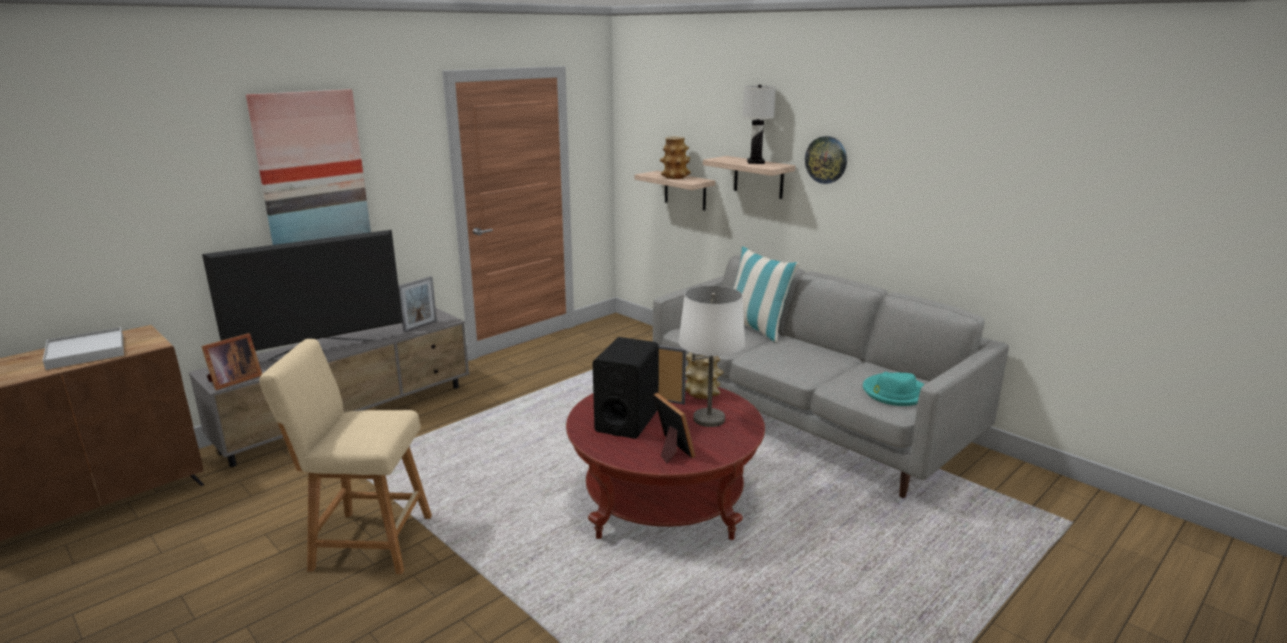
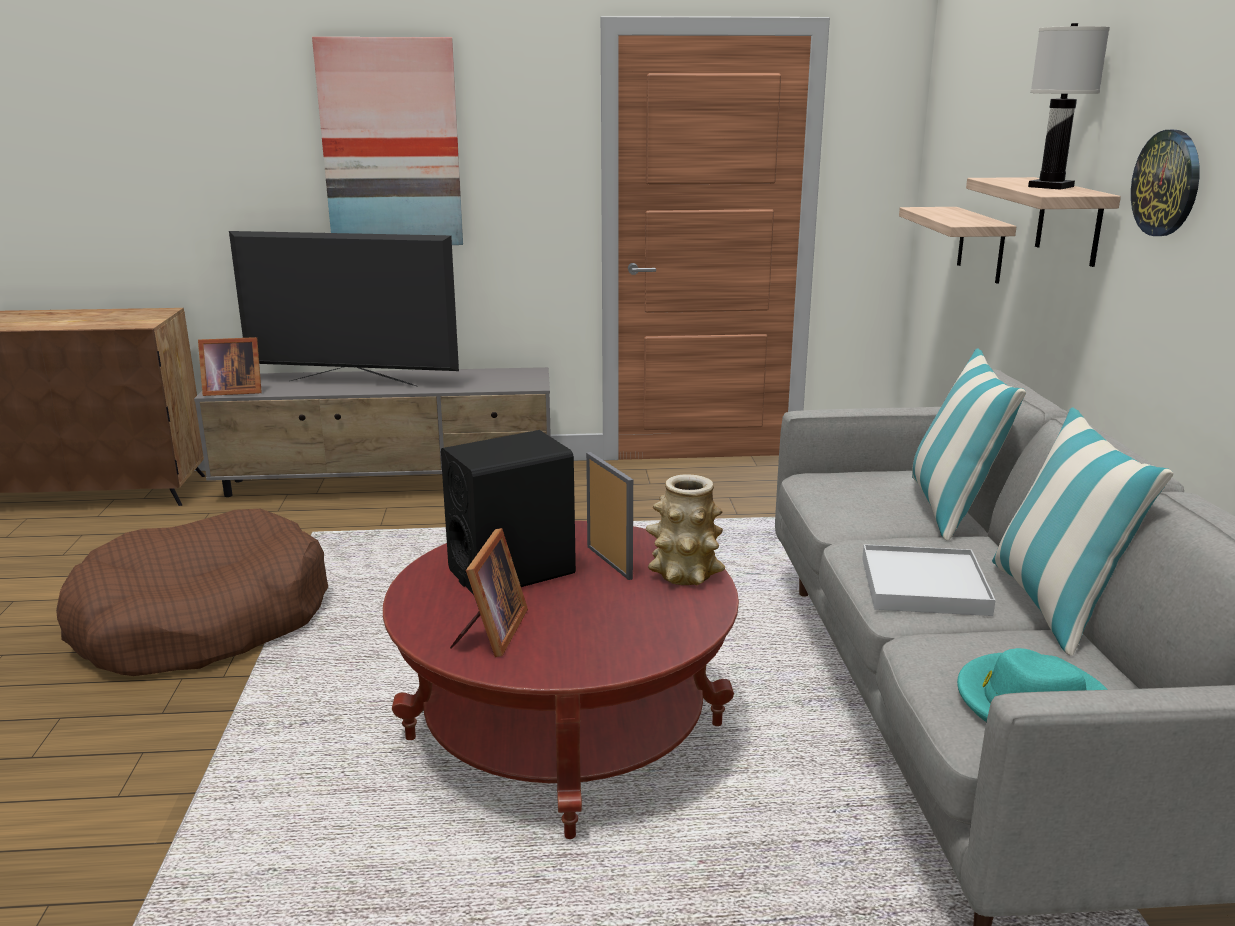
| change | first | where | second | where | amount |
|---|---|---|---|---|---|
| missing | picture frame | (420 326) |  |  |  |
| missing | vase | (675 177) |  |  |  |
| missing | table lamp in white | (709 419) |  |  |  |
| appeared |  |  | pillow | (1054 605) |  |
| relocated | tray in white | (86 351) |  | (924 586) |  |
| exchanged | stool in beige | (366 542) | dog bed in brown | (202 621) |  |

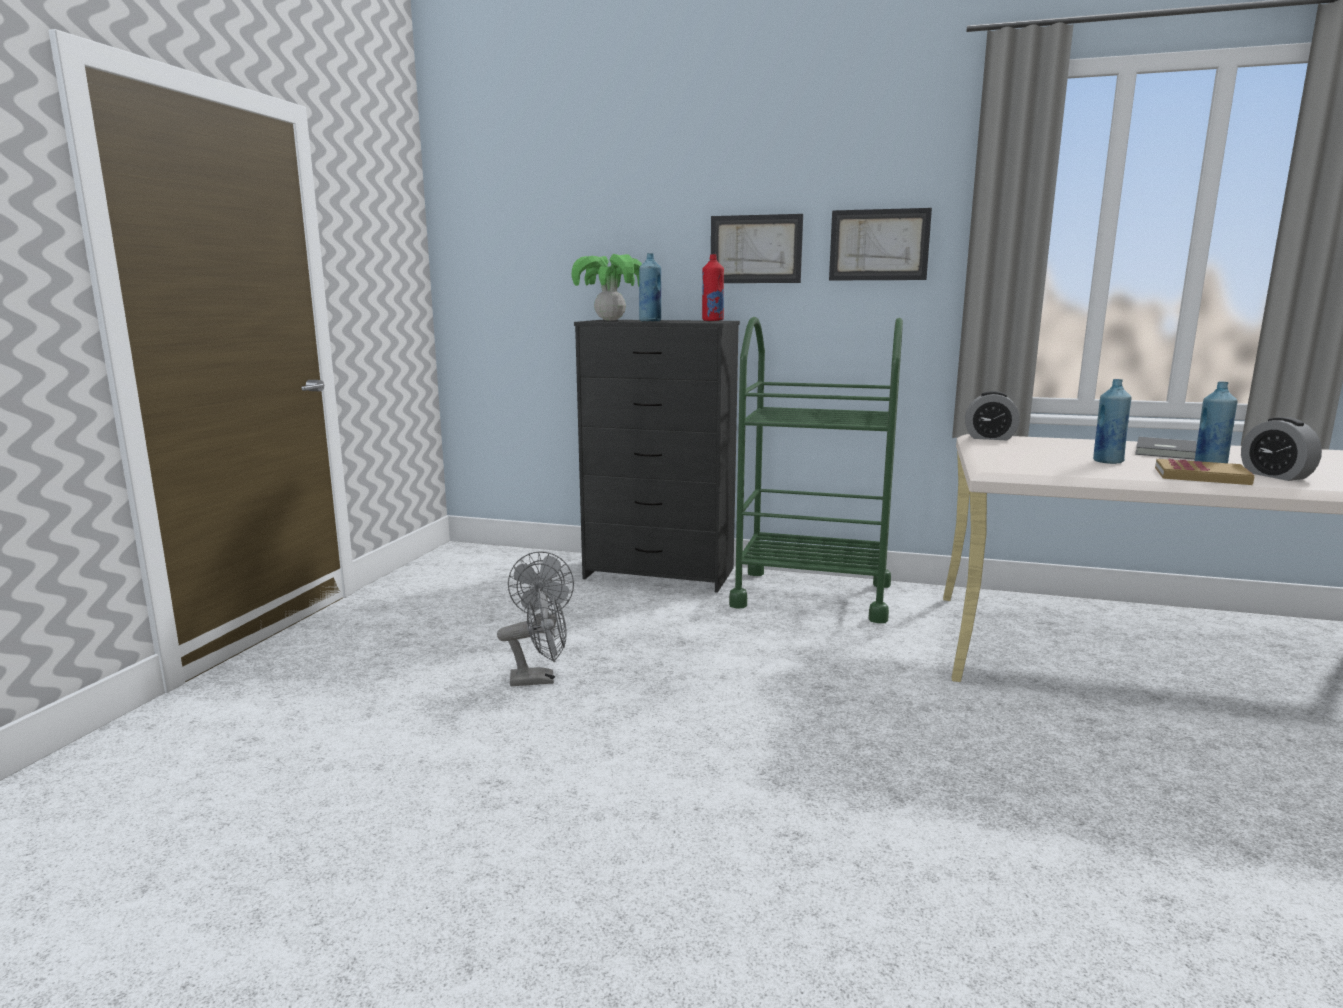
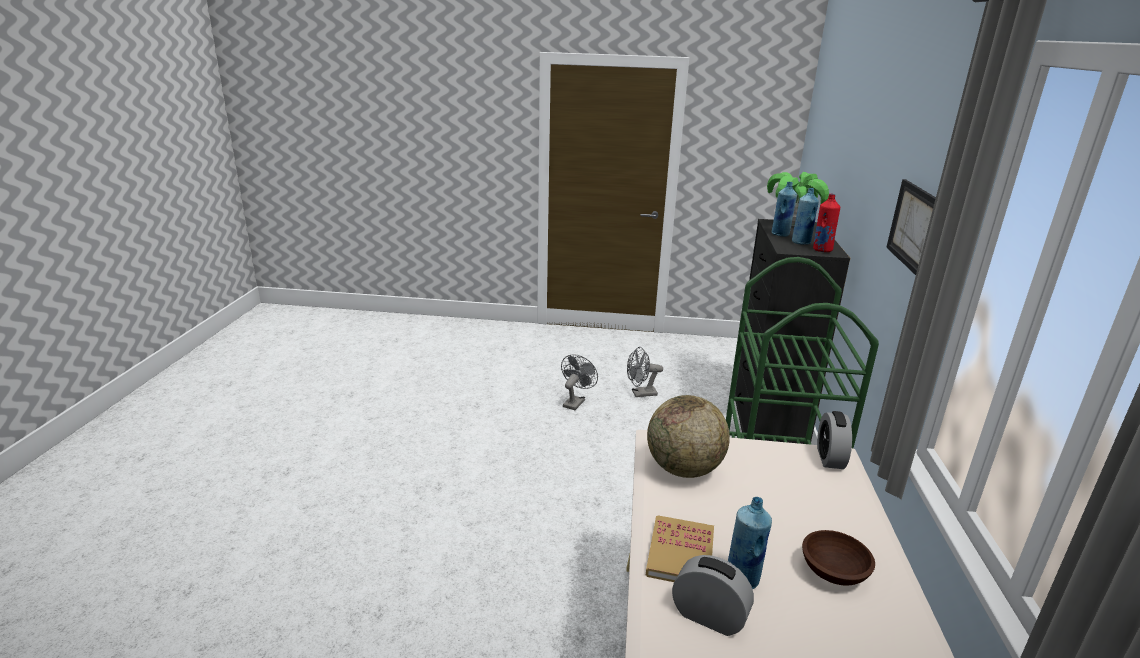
| change | first | where | second | where | amount |
|---|---|---|---|---|---|
| missing | picture | (756 249) |  |  |  |
| appeared |  |  | globe | (684 469) |  |
| relocated | bottle in blue | (1107 461) |  | (801 242) |  |
| exchanged | book in grey | (1163 451) | bowl in brown | (832 571) |  |
| spun | fan in grey | (540 679) |  | (575 402) | 135 degrees counterclockwise |
| spun | alarm clock | (1275 476) |  | (709 617) | 60 degrees clockwise |

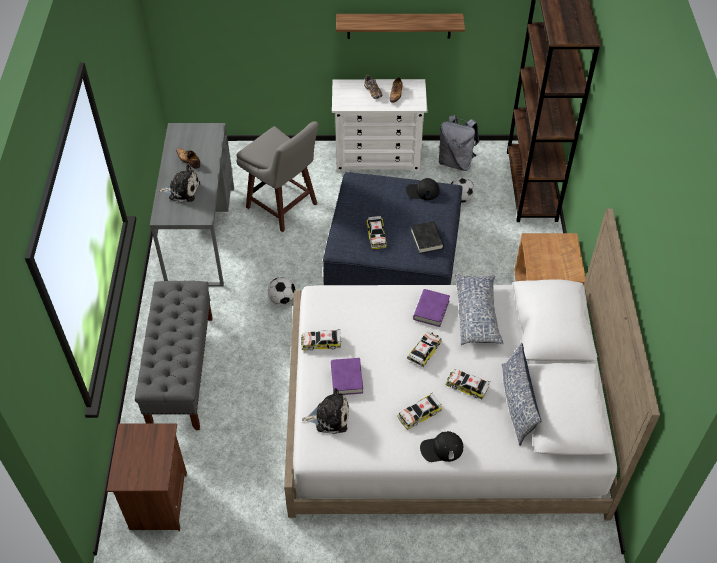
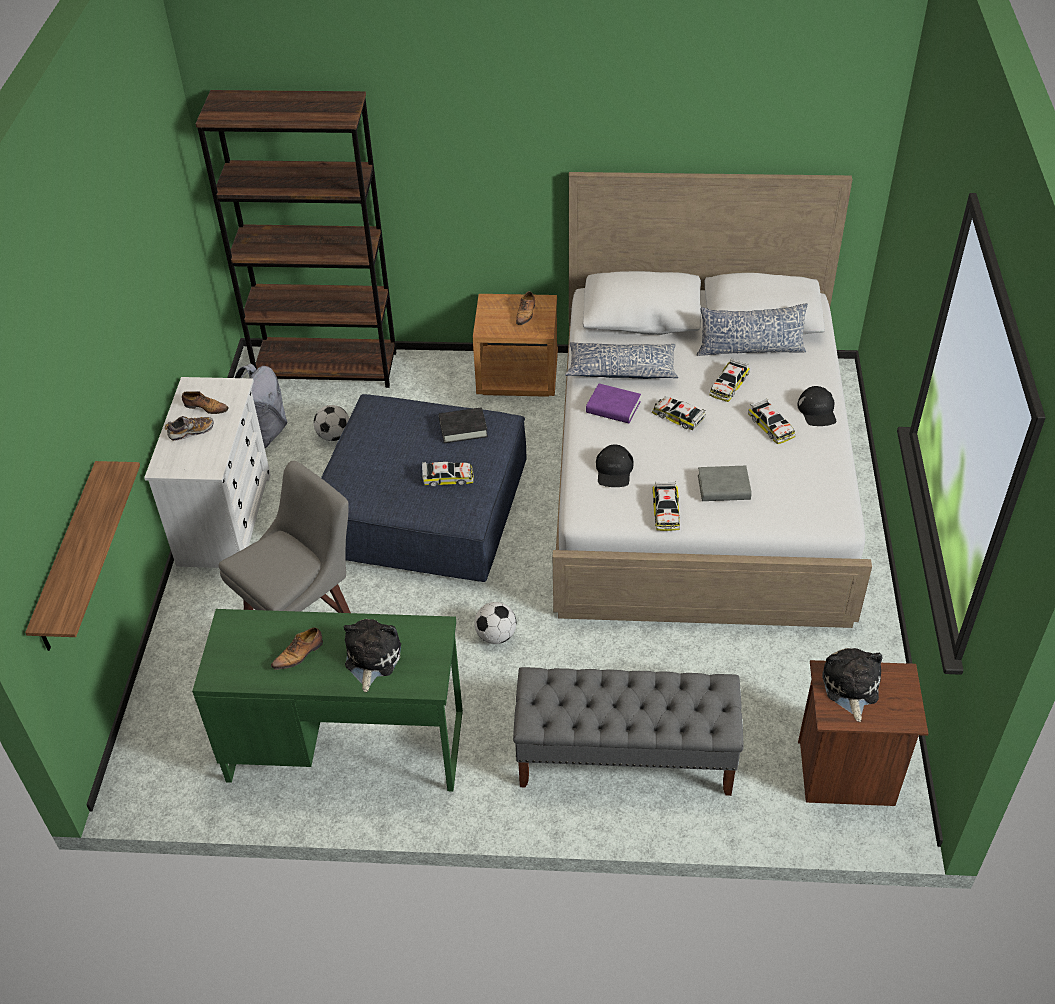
| change | first | where | second | where | amount |
|---|---|---|---|---|---|
| appeared |  |  | shoe | (526 314) |  |
| relocated | plush toy | (329 417) |  | (850 688) |  |
| relocated | shelf | (399 25) |  | (69 559) |  |
| relocated | cap in black | (422 191) |  | (614 470) |  |
| colour | desk in grey | (201 234) | desk in green | (346 745) |  |
| colour | book in purple | (346 379) | book in grey | (723 488) |  |

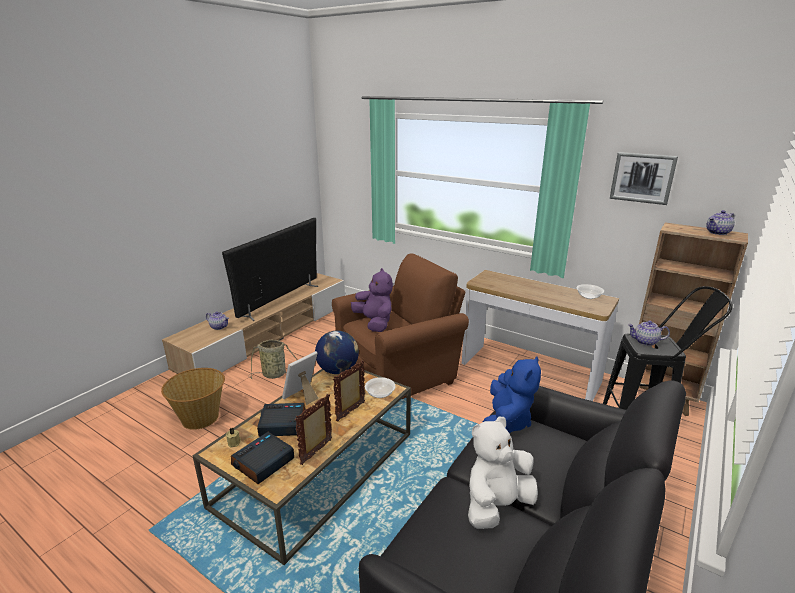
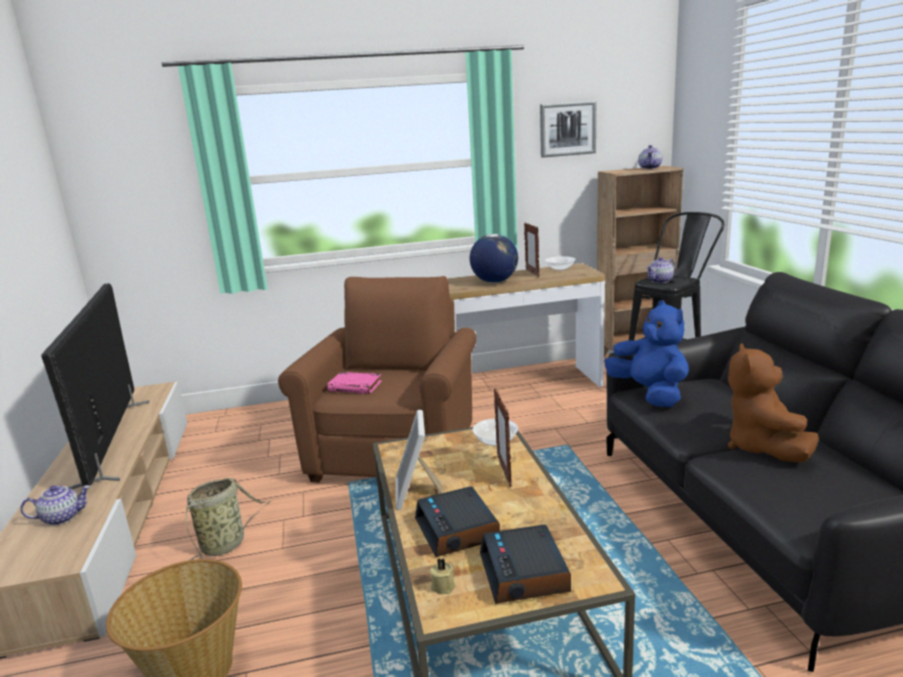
| change | first | where | second | where | amount |
|---|---|---|---|---|---|
| relocated | picture frame | (317 452) |  | (532 273) |  |
| relocated | globe | (338 370) |  | (494 282) |  |
| exchanged | plush toy in purple | (374 323) | book in pink | (355 386) |  |
| colour | plush toy in white | (497 505) | plush toy in brown | (763 448) |  |
| spun | alarm clock | (282 424) |  | (458 530) | 60 degrees counterclockwise |

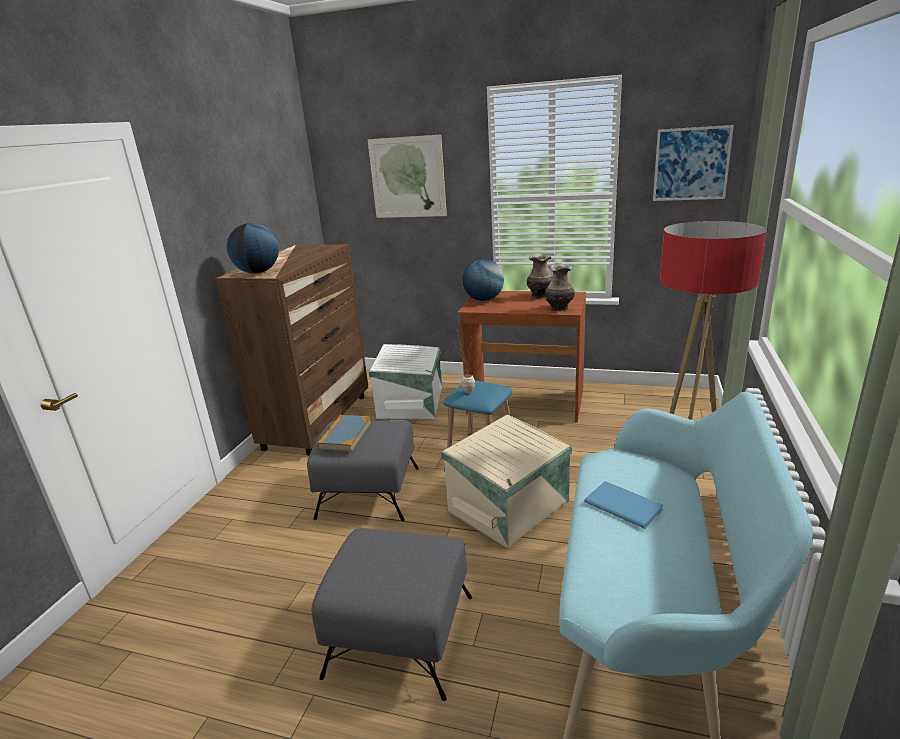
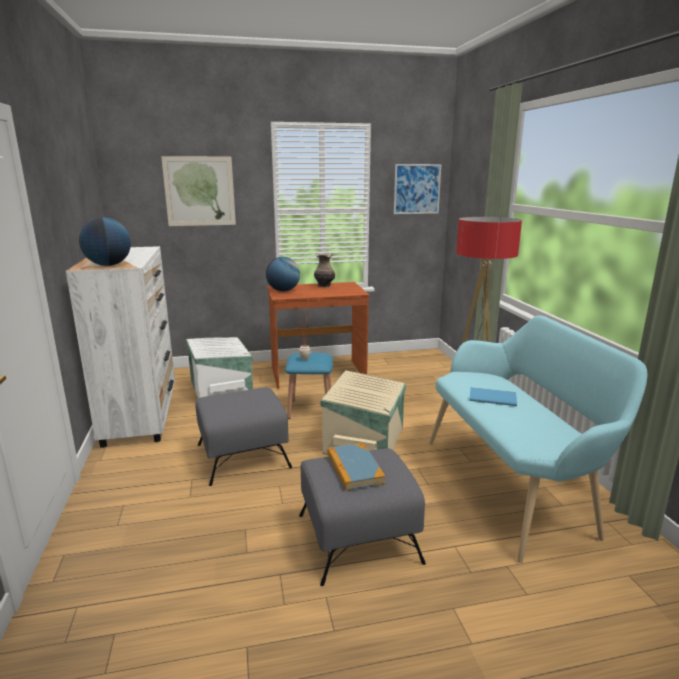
| change | first | where | second | where | amount |
|---|---|---|---|---|---|
| missing | vase | (559 308) |  |  |  |
| relocated | book | (345 435) |  | (354 468) |  |
| colour | dresser in brown | (318 421) | dresser in white | (141 415) |  |

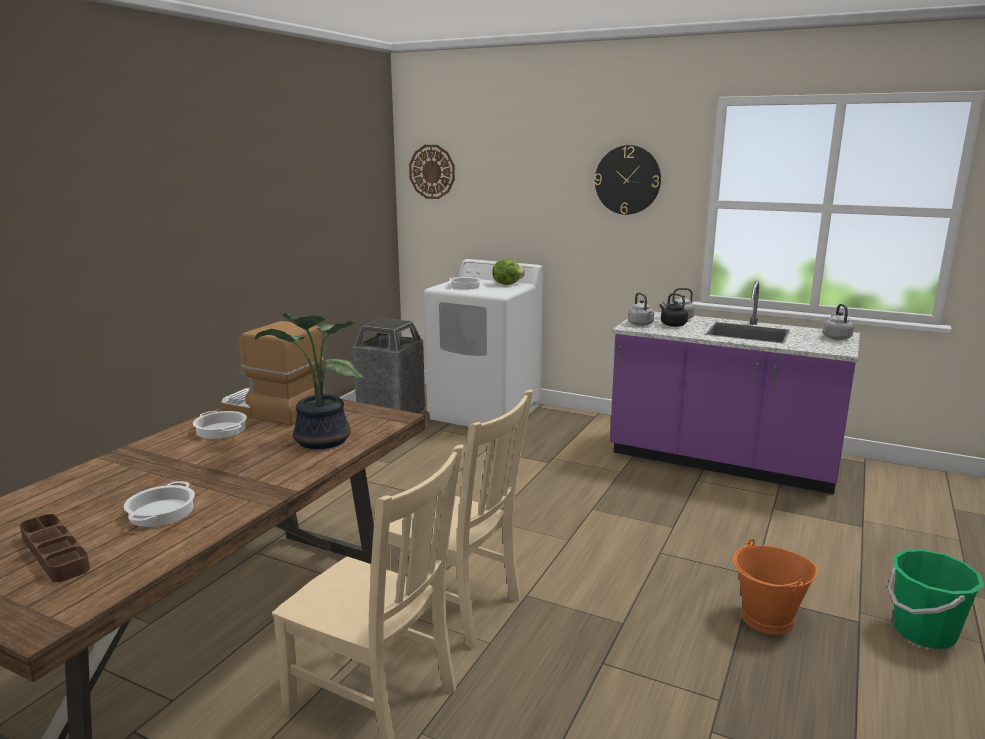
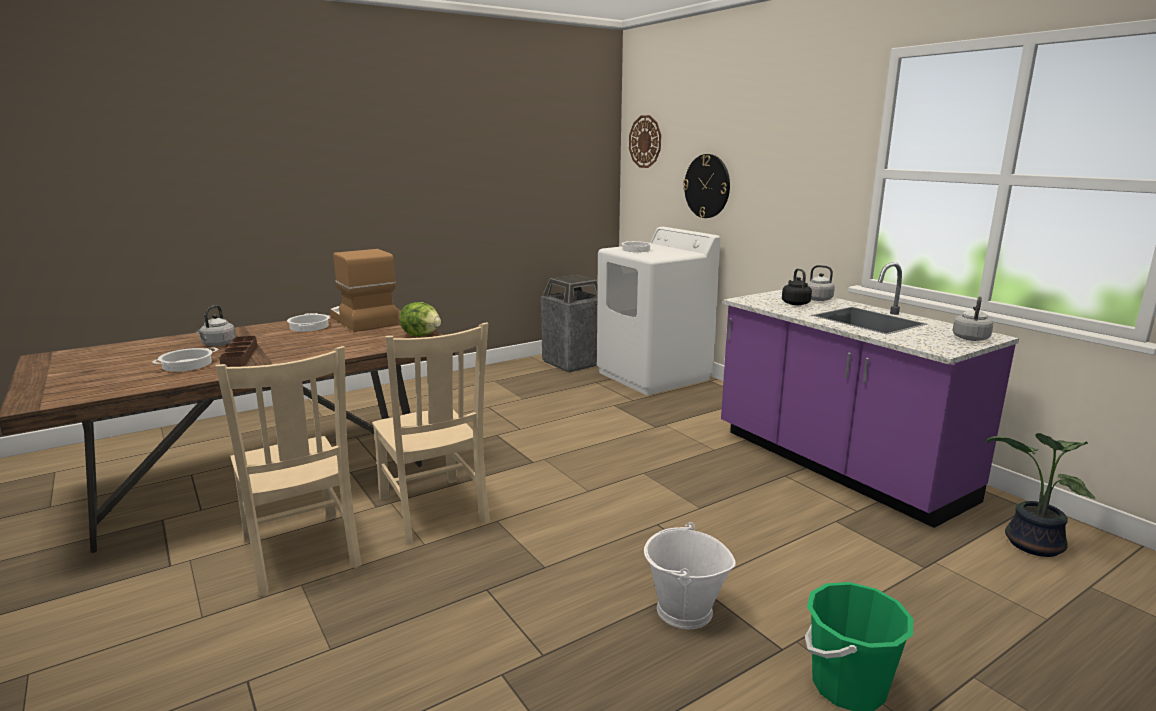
| change | first | where | second | where | amount |
|---|---|---|---|---|---|
| relocated | tray in brown | (55 553) |  | (240 356) |  |
| relocated | potted plant | (319 441) |  | (1031 545) |  |
| relocated | lettuce | (507 284) |  | (421 335) |  |
| relocated | wall clock | (627 180) |  | (707 186) |  |
| relocated | kettle in grey | (641 324) |  | (218 344) |  |
| colour | bucket in orange | (767 619) | bucket in white | (684 611) |  |

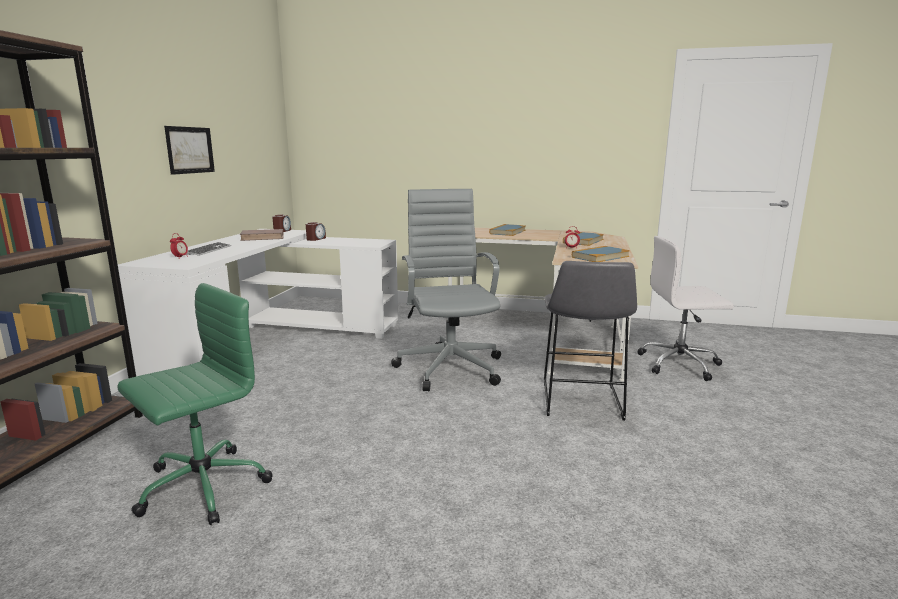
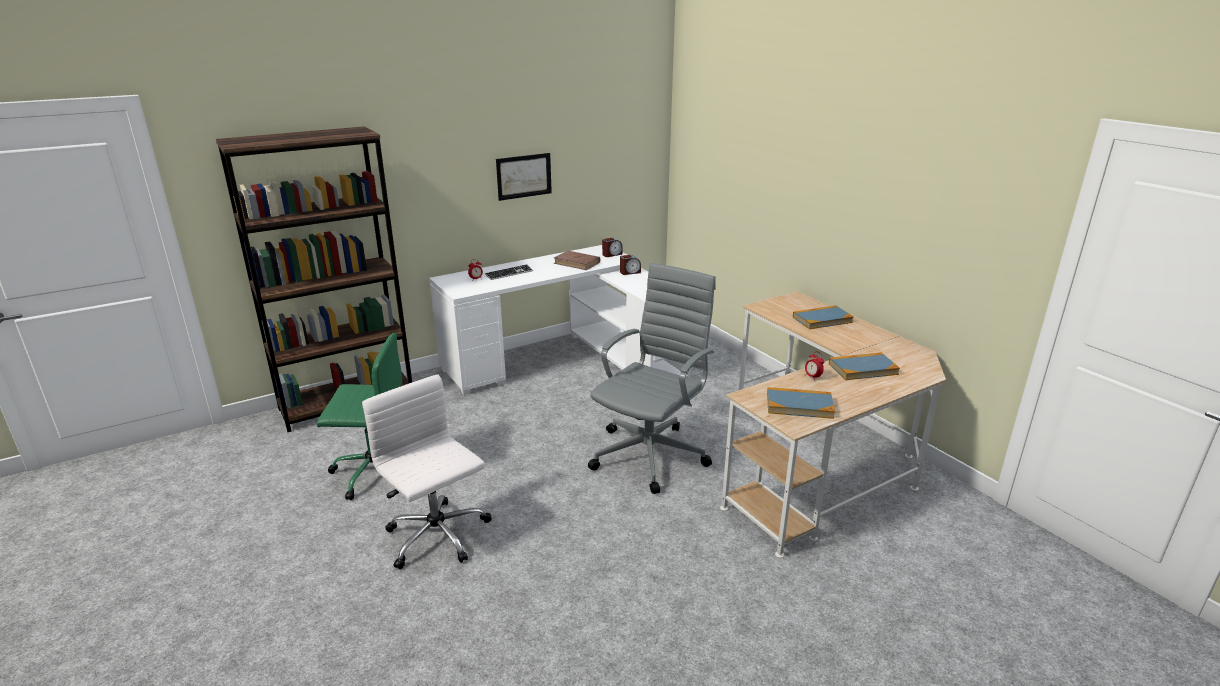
| change | first | where | second | where | amount |
|---|---|---|---|---|---|
| missing | stool in grey | (581 402) |  |  |  |
| relocated | office chair in white | (680 364) |  | (438 537) |  |

